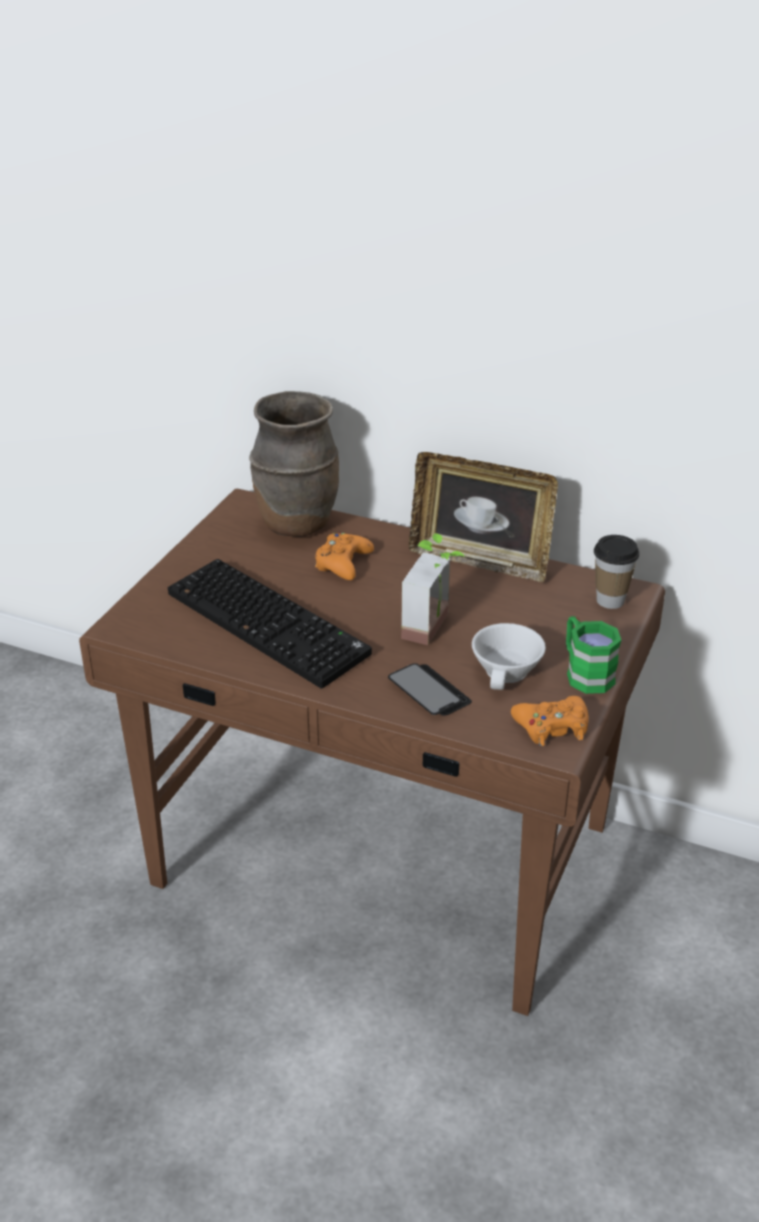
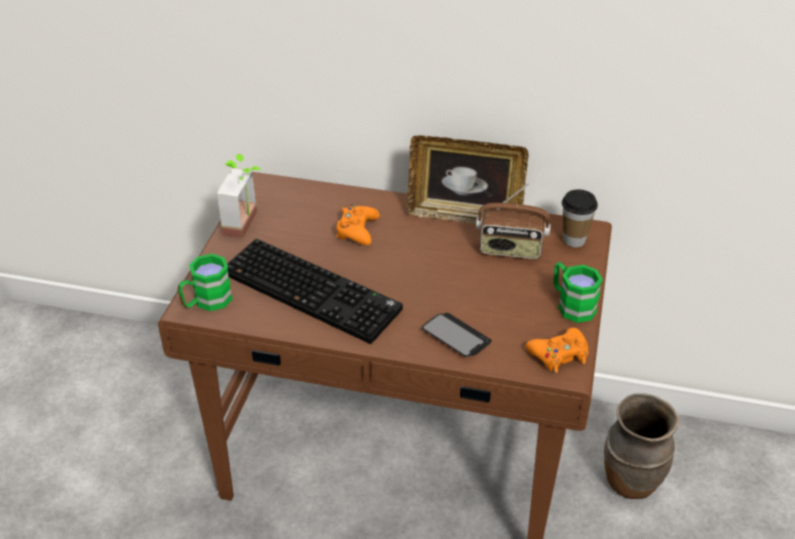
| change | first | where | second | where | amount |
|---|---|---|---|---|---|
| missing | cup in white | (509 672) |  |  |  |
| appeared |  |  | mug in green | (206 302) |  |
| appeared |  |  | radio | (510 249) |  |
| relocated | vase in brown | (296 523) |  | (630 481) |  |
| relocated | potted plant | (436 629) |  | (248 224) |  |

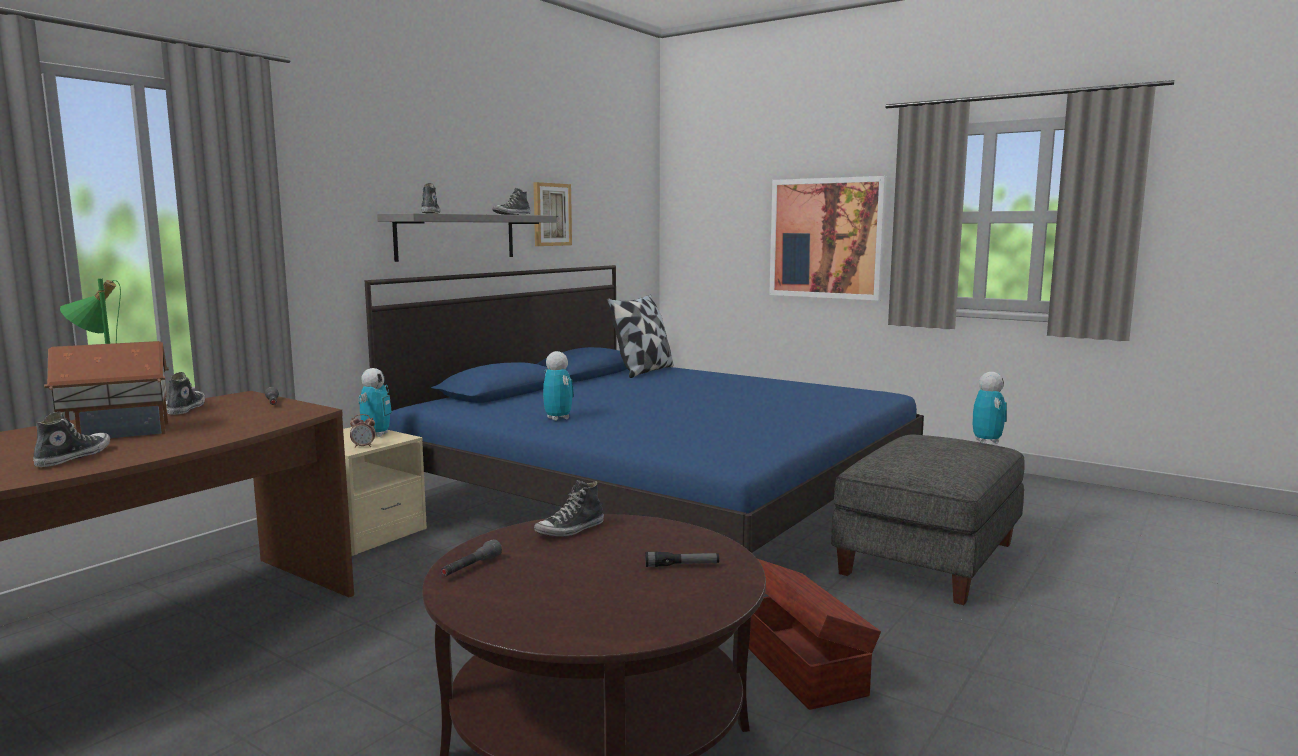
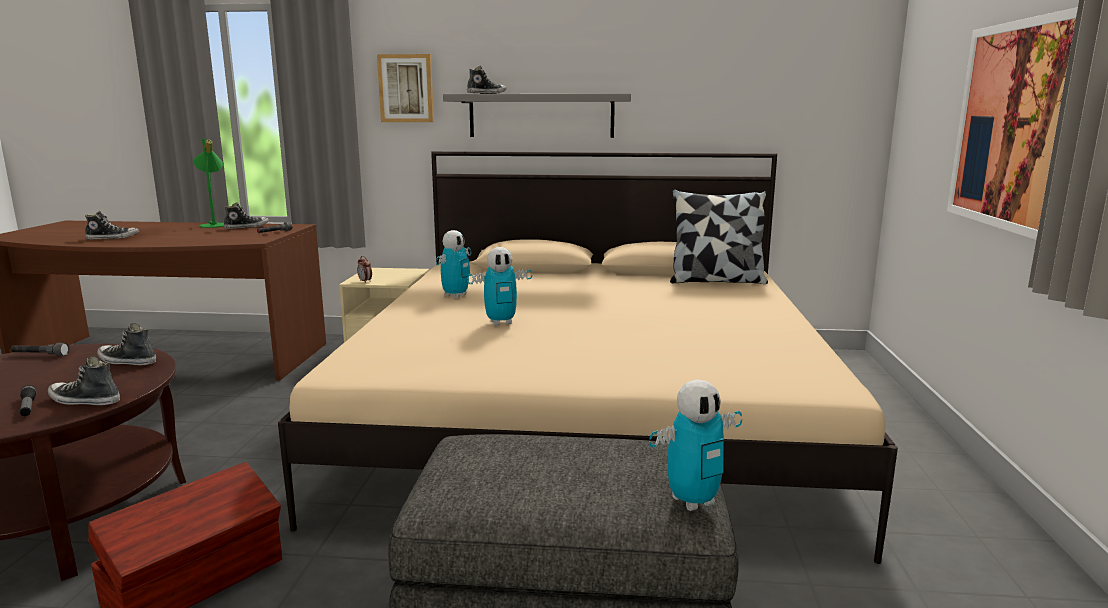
| change | first | where | second | where | amount |
|---|---|---|---|---|---|
| missing | toy house | (116 432) |  |  |  |
| relocated | toy robot | (376 435) |  | (501 322) |  |
| relocated | shoe | (512 214) |  | (84 401) |  |
| relocated | picture | (551 214) |  | (406 88) |  |
| colour | bed in blue | (659 497) | bed in beige | (590 415) |  |

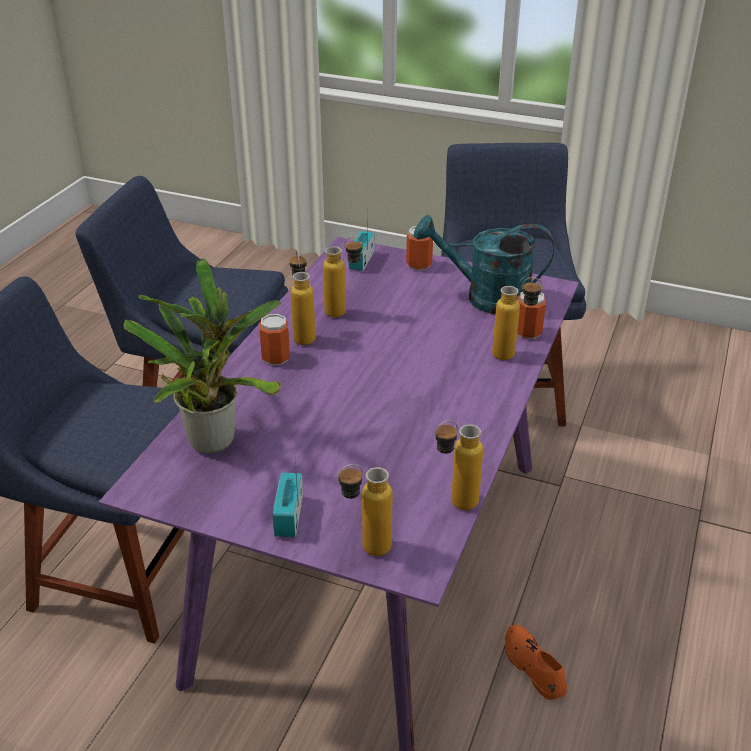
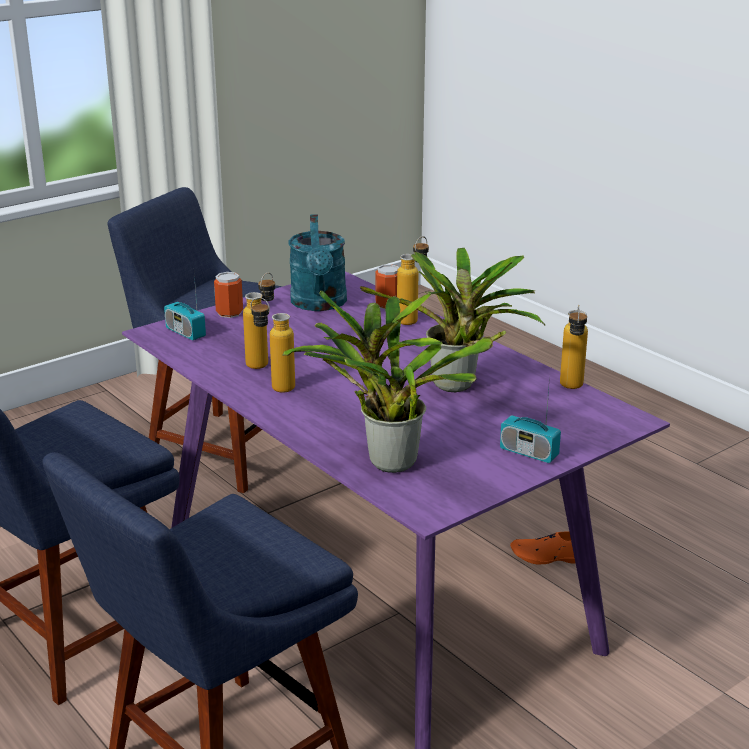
| change | first | where | second | where | amount |
|---|---|---|---|---|---|
| missing | can | (276 358) |  |  |  |
| missing | bottle | (365 550) |  |  |  |
| appeared |  |  | potted plant | (456 387) |  |
| spun | watering can in turquoise | (486 298) |  | (319 304) | 45 degrees counterclockwise |

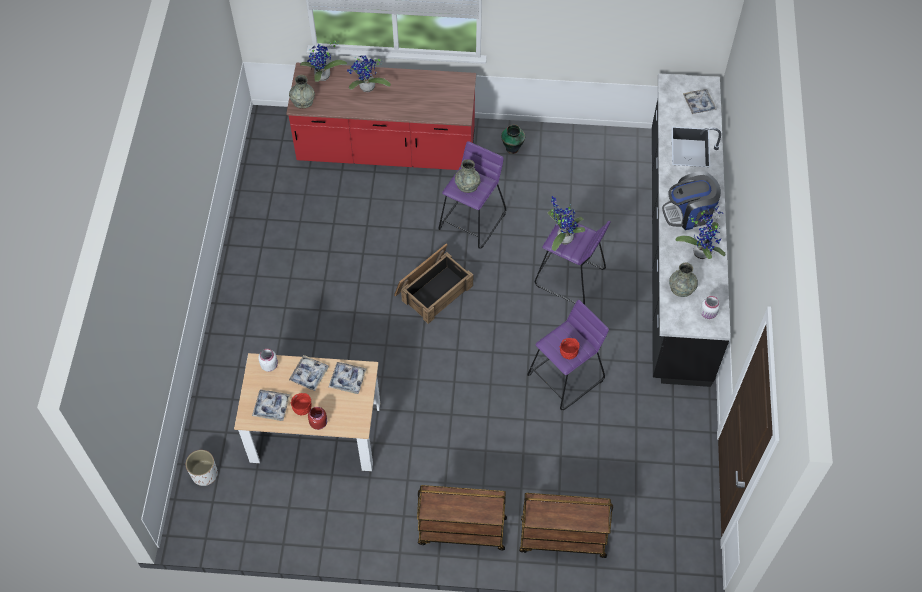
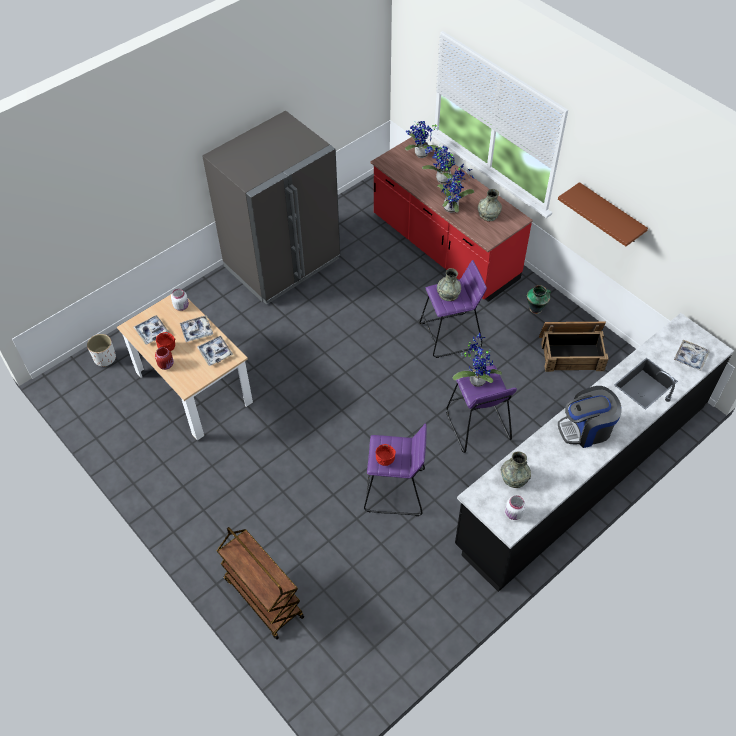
| change | first | where | second | where | amount |
|---|---|---|---|---|---|
| missing | cart in brown | (461 531) |  |  |  |
| appeared |  |  | fridge in grey | (283 263) |  |
| appeared |  |  | shelf in brown | (610 214) |  |
| relocated | vase in grey | (302 101) |  | (488 214) |  |
| relocated | crate | (433 289) |  | (571 353) |  |
| relocated | potted plant | (701 251) |  | (452 207) |  |
| spun | coffee machine | (689 213) |  | (586 429) | 45 degrees counterclockwise |

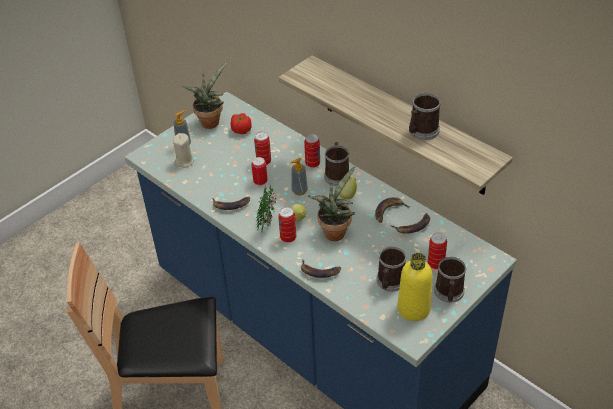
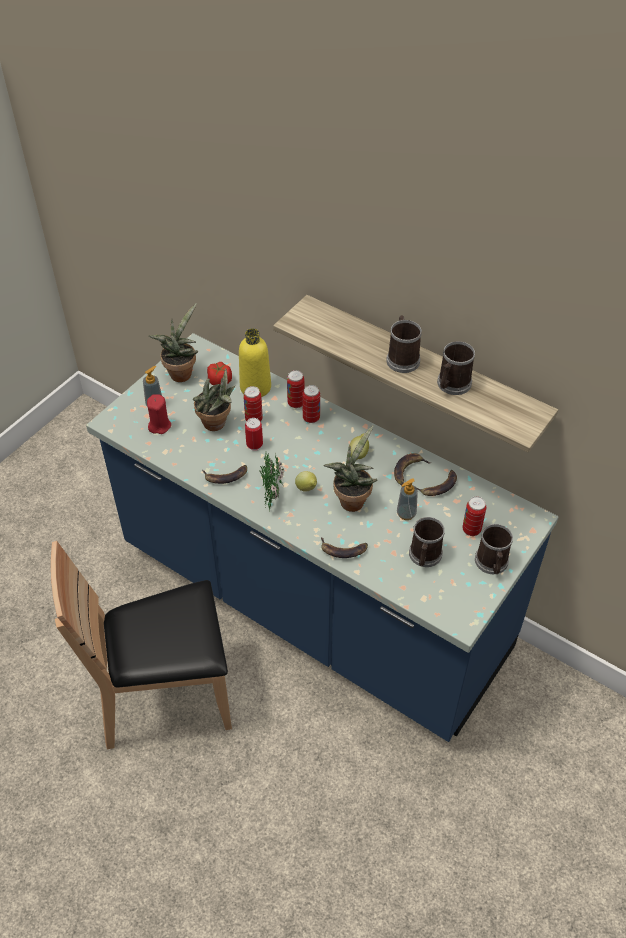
| change | first | where | second | where | amount |
|---|---|---|---|---|---|
| appeared |  |  | potted plant | (217 424) |  |
| relocated | can | (288 238) |  | (296 403) |  |
| relocated | soap dispenser | (299 191) |  | (406 514) |  |
| relocated | mug | (337 174) |  | (402 358) |  |
| relocated | bottle in yellow | (413 308) |  | (255 387) |  |
| colour | candle in beige | (184 161) | candle in red | (159 425) |  |

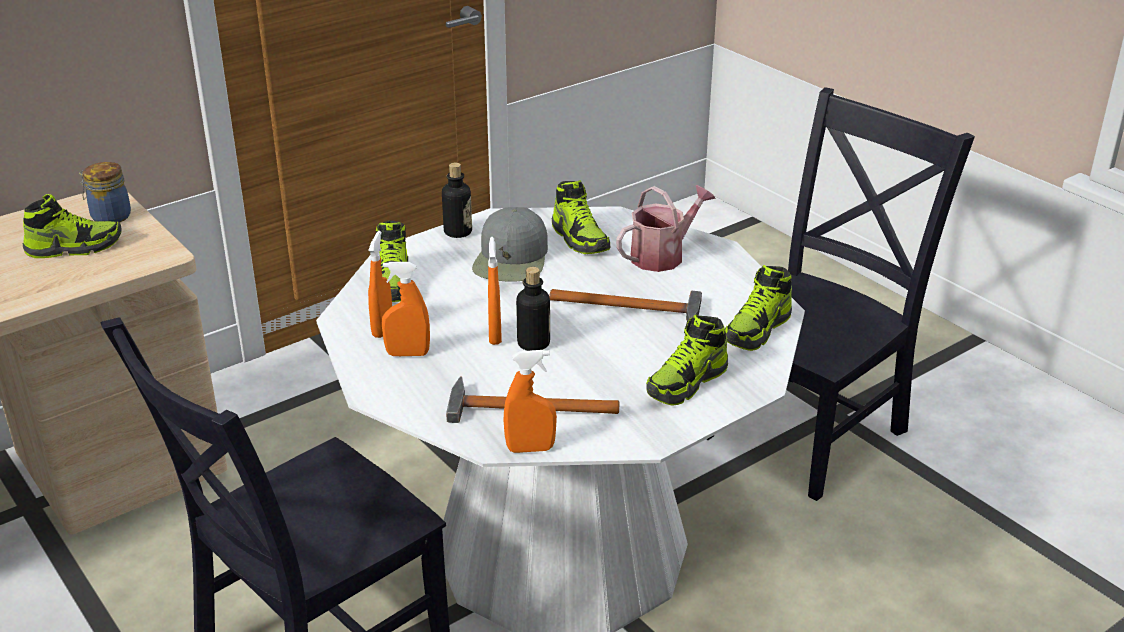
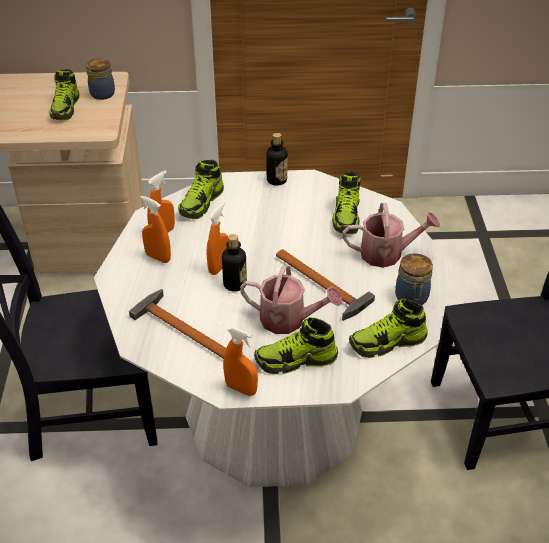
| change | first | where | second | where | amount |
|---|---|---|---|---|---|
| missing | cap in grey | (512 259) |  |  |  |
| appeared |  |  | watering can | (289 320) |  |
| appeared |  |  | jar | (411 298) |  |
| relocated | spray bottle in orange | (530 449) |  | (241 389) |  |
| spun | shoe | (74 247) |  | (65 108) | 75 degrees clockwise |

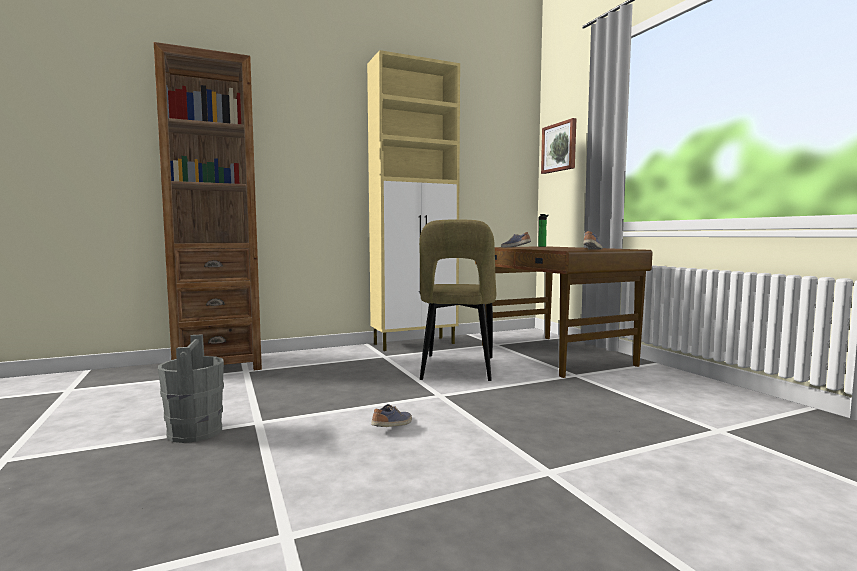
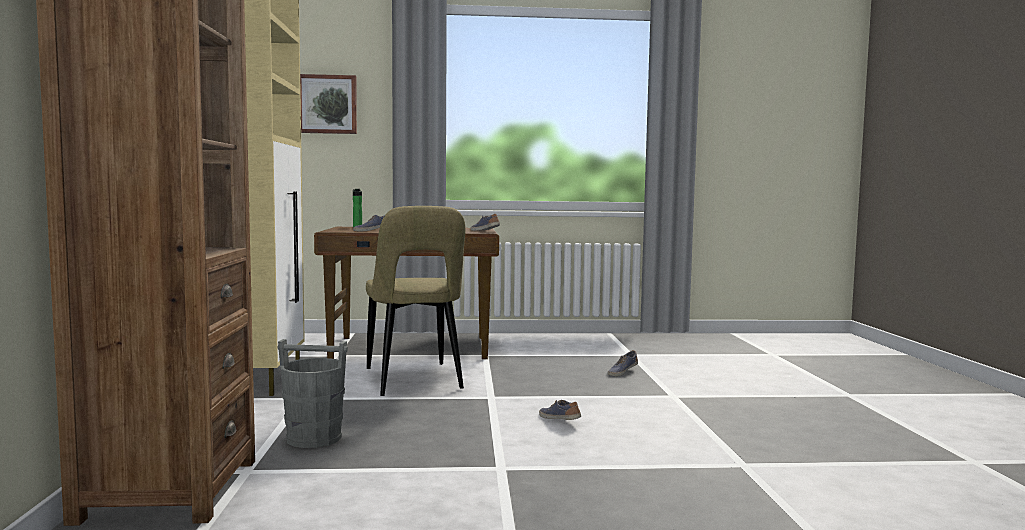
| change | first | where | second | where | amount |
|---|---|---|---|---|---|
| appeared |  |  | shoe | (622 372) |  |
| relocated | bucket in grey | (195 431) |  | (313 438) |  |
| spun | chair in beige | (457 370) |  | (414 381) | 45 degrees clockwise |

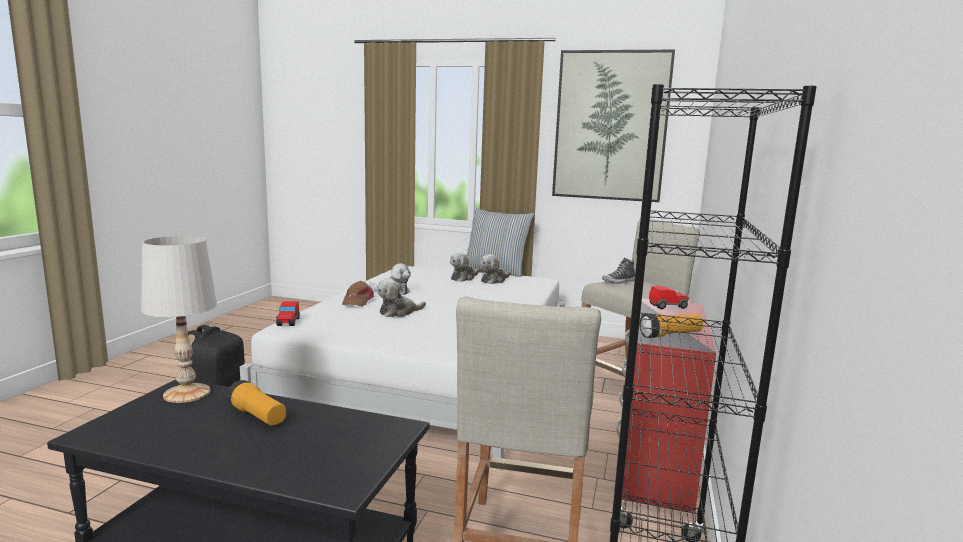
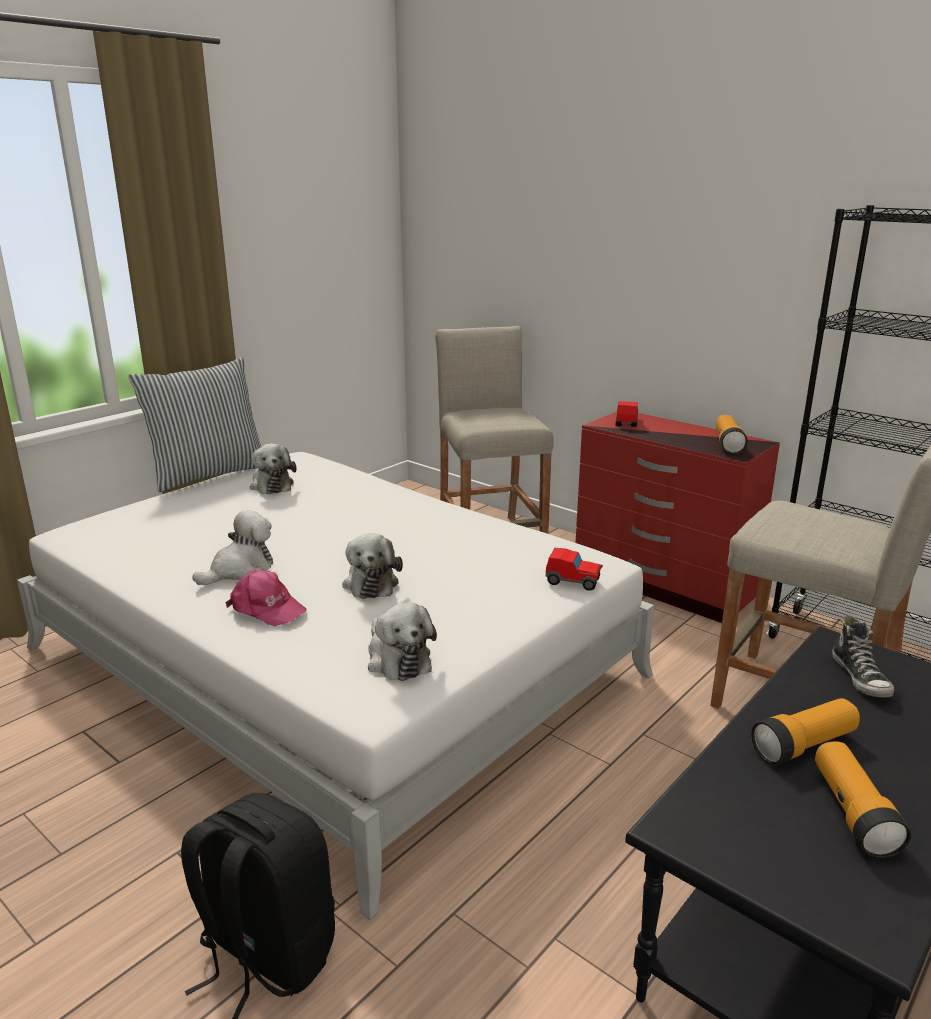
| change | first | where | second | where | amount |
|---|---|---|---|---|---|
| missing | table lamp in white | (187 393) |  |  |  |
| missing | picture | (610 126) |  |  |  |
| appeared |  |  | flashlight | (853 813) |  |
| relocated | toy car | (288 322) |  | (573 582) |  |
| relocated | plush toy | (464 278) |  | (397 659) |  |
| relocated | shoe | (618 282) |  | (861 678) |  |
| colour | cap in brown | (357 301) | cap in pink | (266 608) |  |

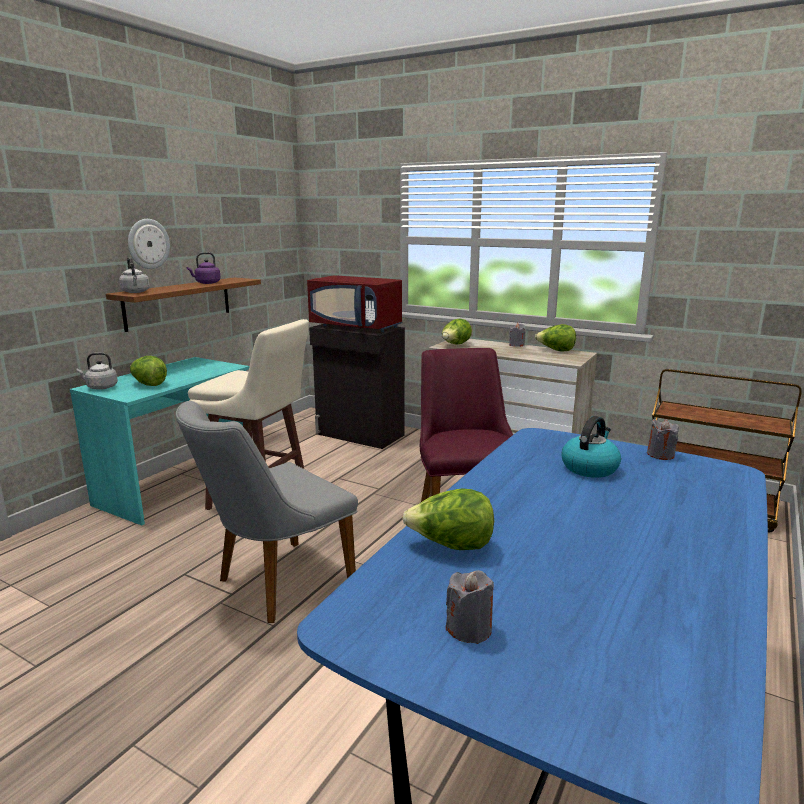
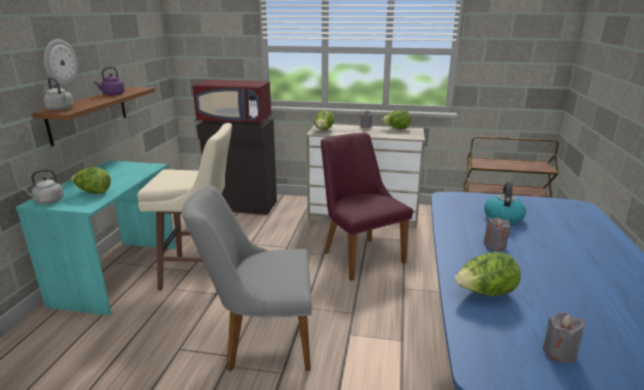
| change | first | where | second | where | amount |
|---|---|---|---|---|---|
| relocated | candle in grey | (660 455) |  | (494 245) |  |
| spun | chair in grey | (274 585) |  | (260 340) | 60 degrees clockwise |

